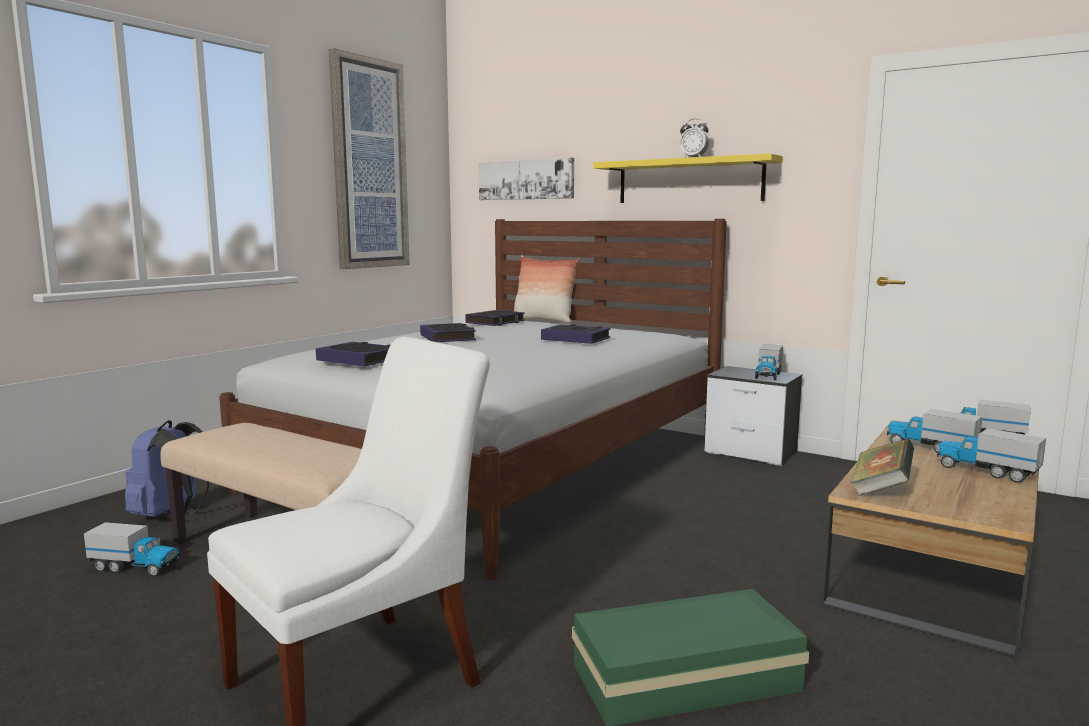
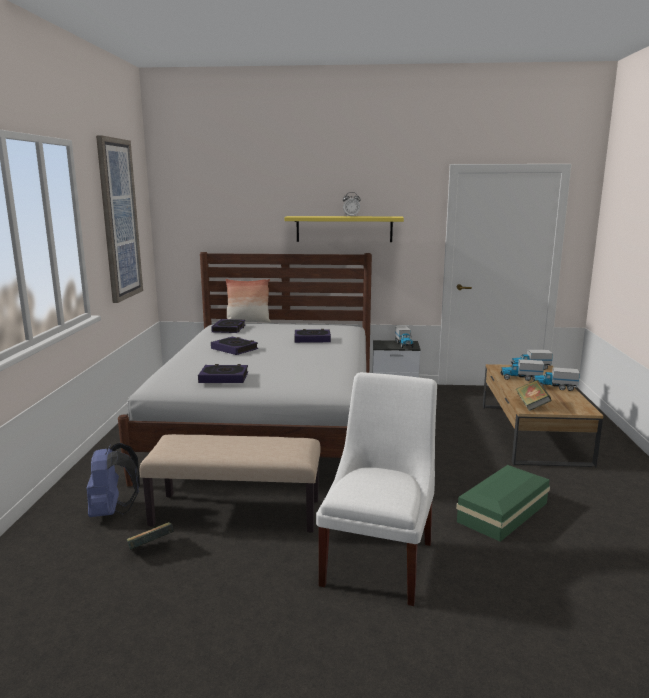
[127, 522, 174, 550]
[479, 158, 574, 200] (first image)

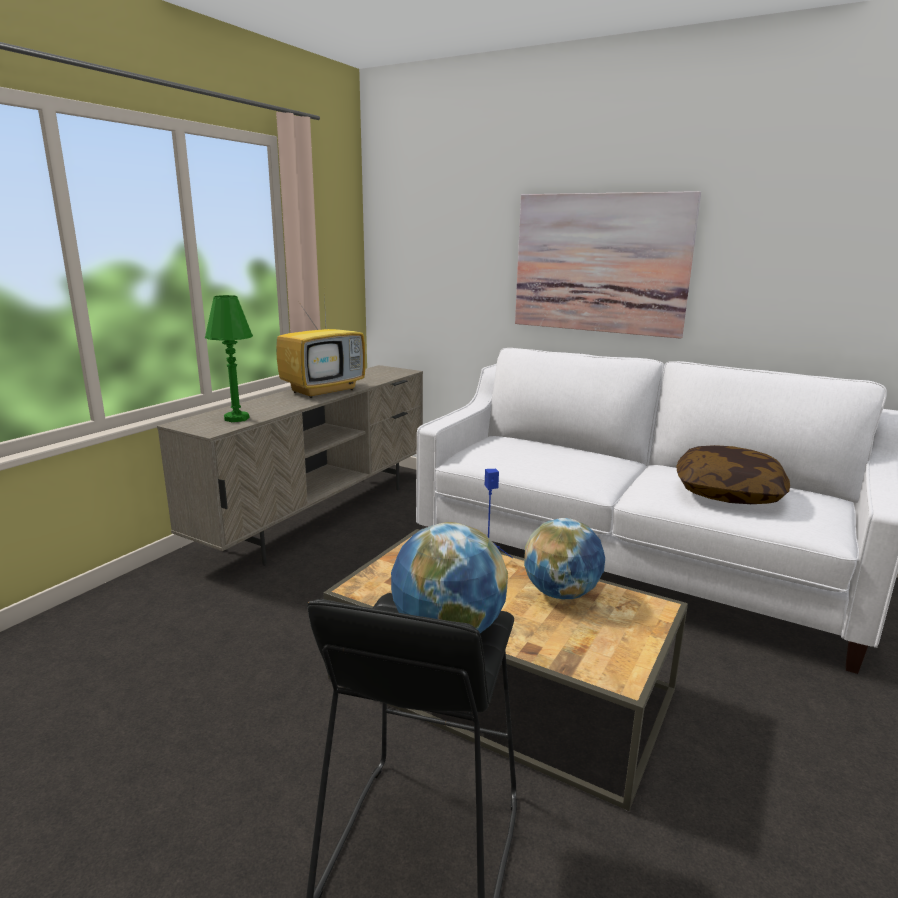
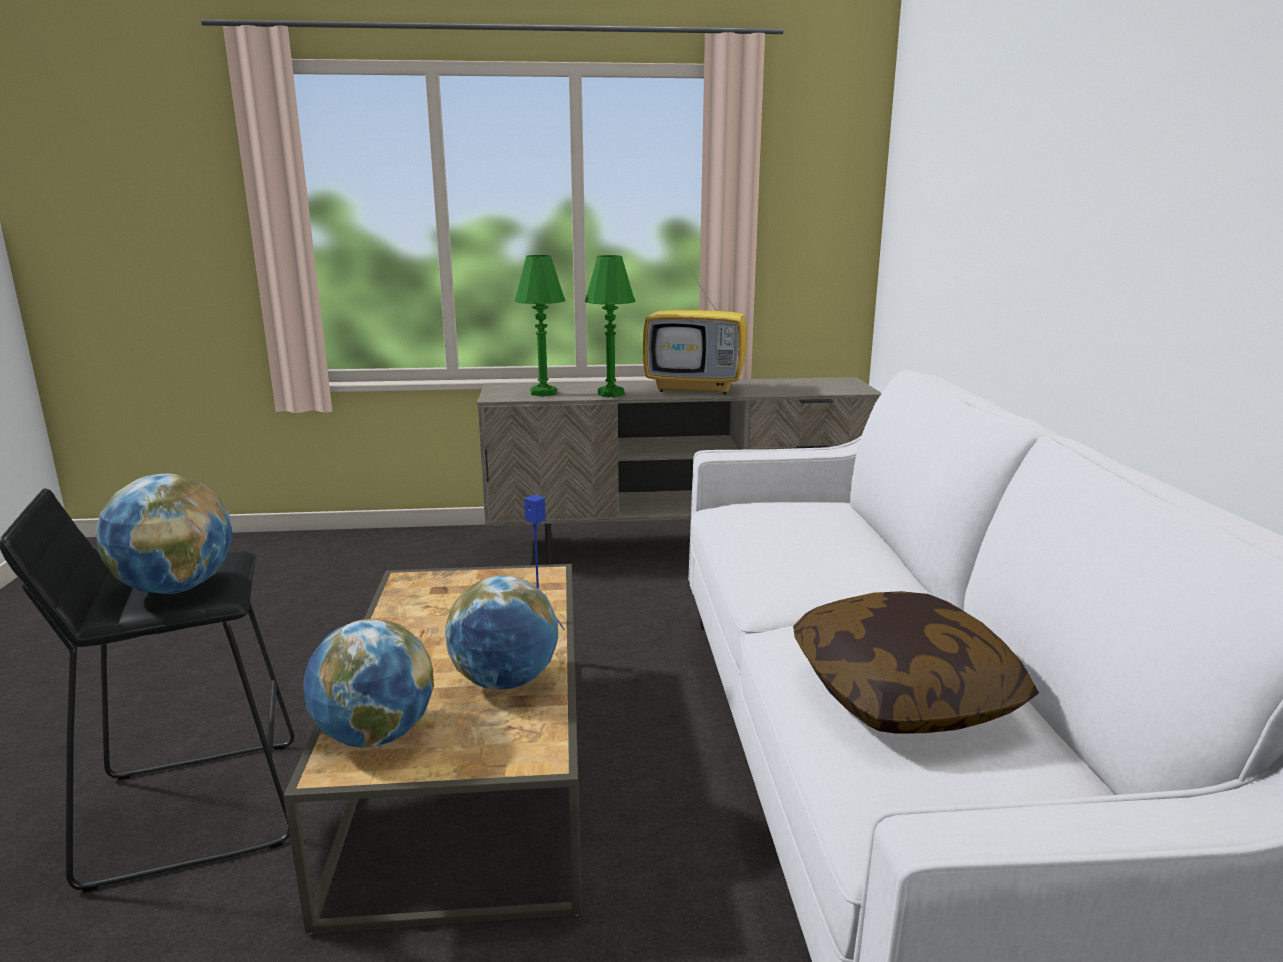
[515, 191, 701, 339] (first image)
[304, 619, 434, 748]
[585, 255, 635, 397]

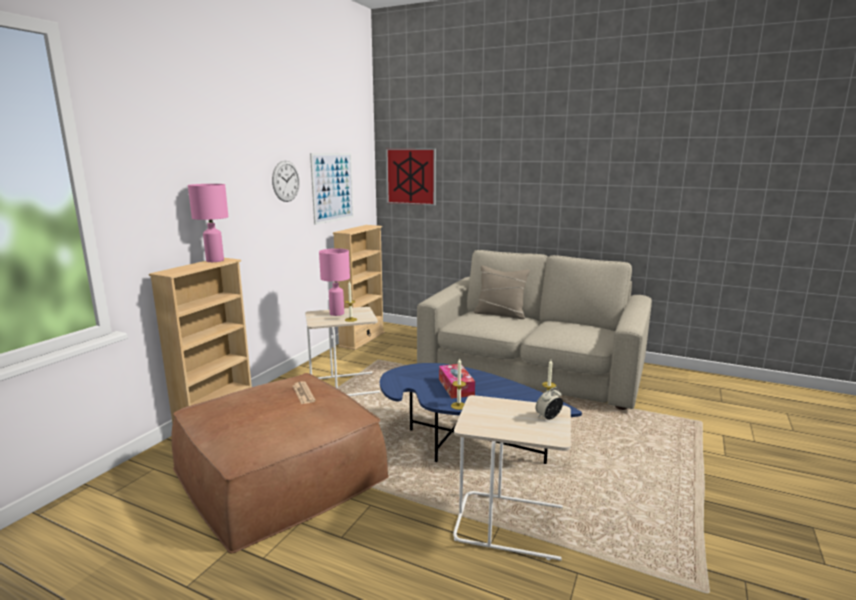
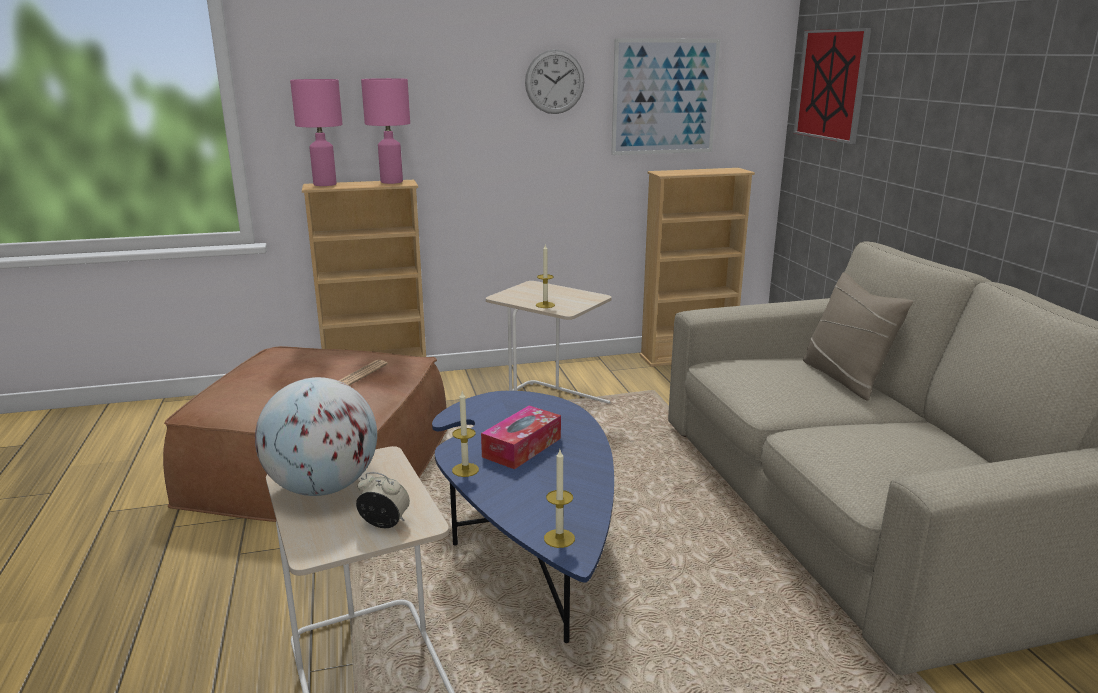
[290, 79, 343, 186]
[255, 377, 377, 496]

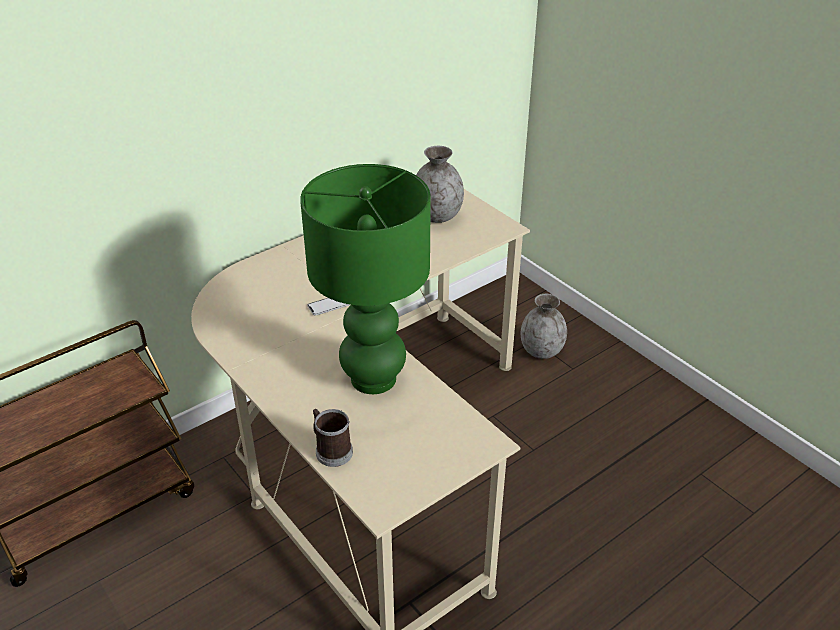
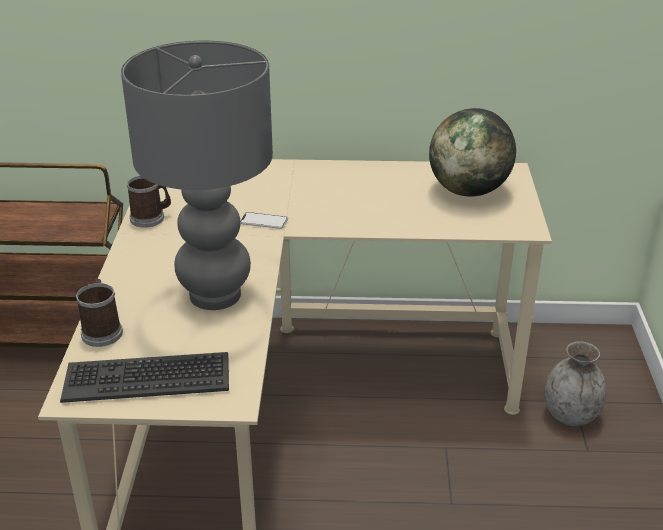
[121, 41, 273, 310]
[429, 108, 516, 197]
[60, 352, 229, 403]
[127, 176, 171, 228]

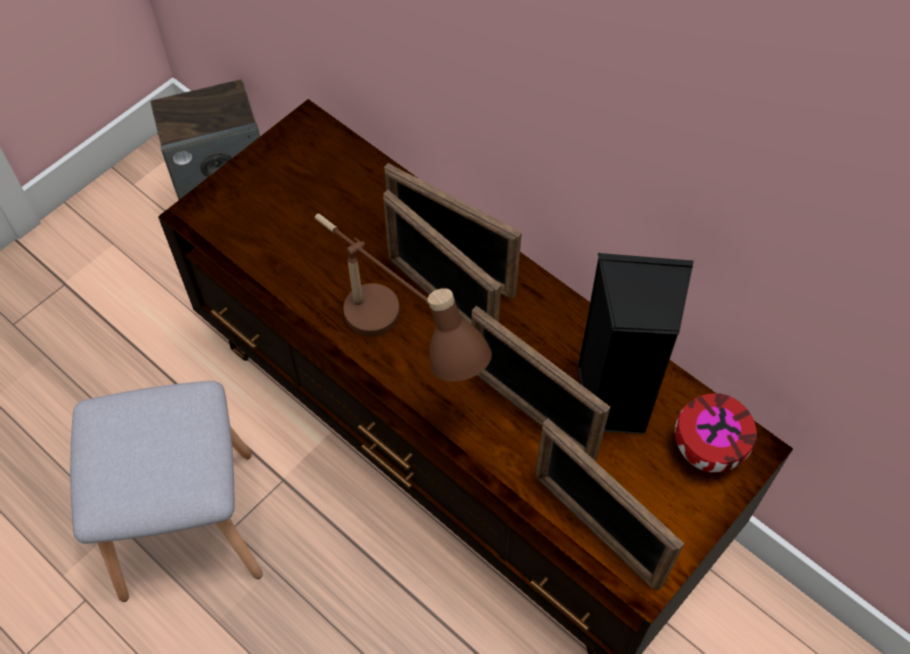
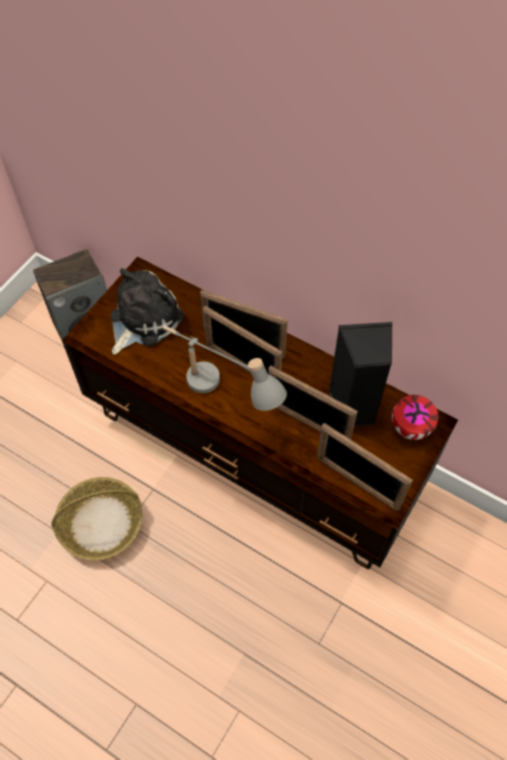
[51, 477, 142, 561]
[162, 325, 287, 411]
[111, 268, 184, 355]

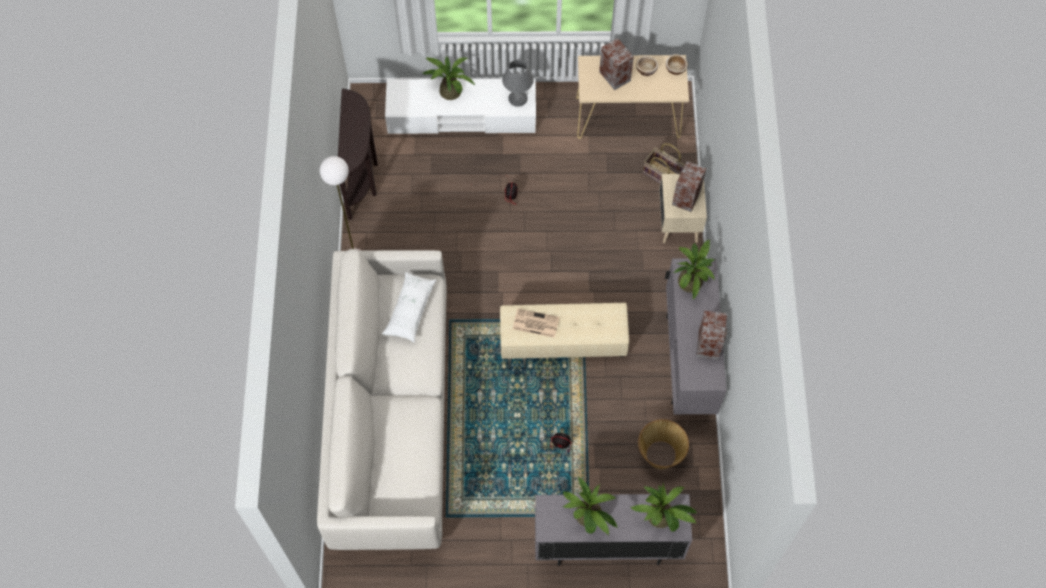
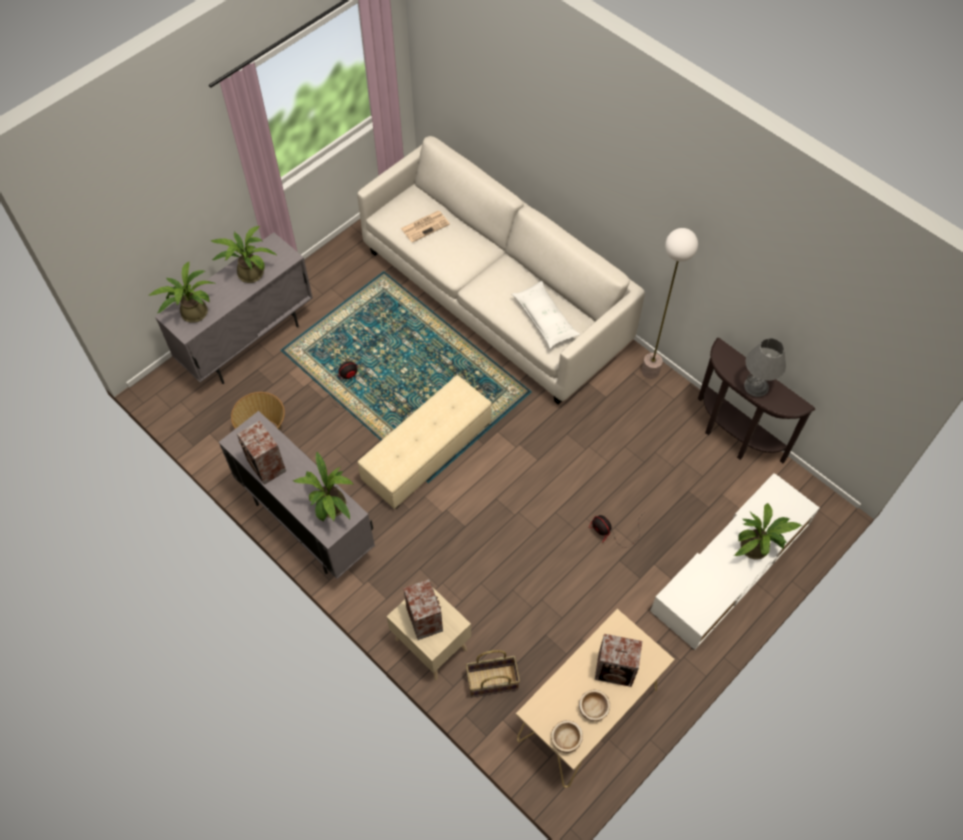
[744, 338, 786, 397]
[401, 211, 450, 243]

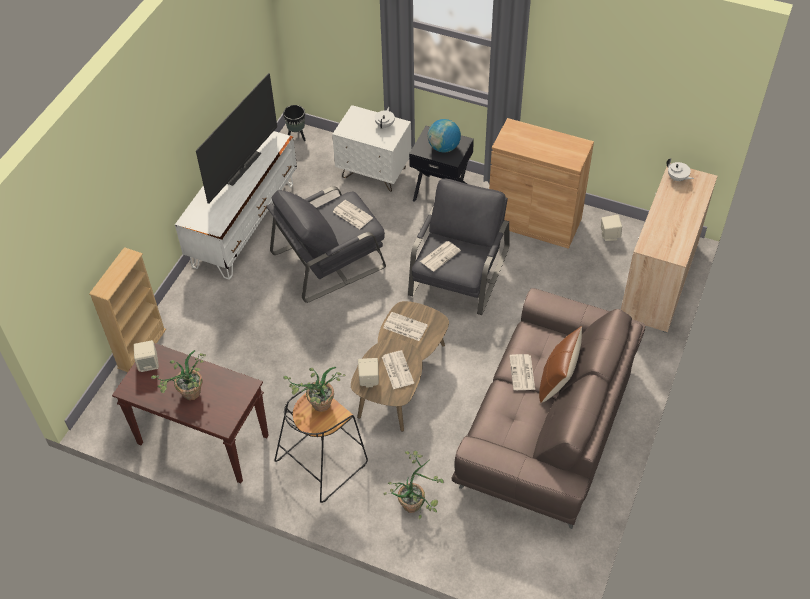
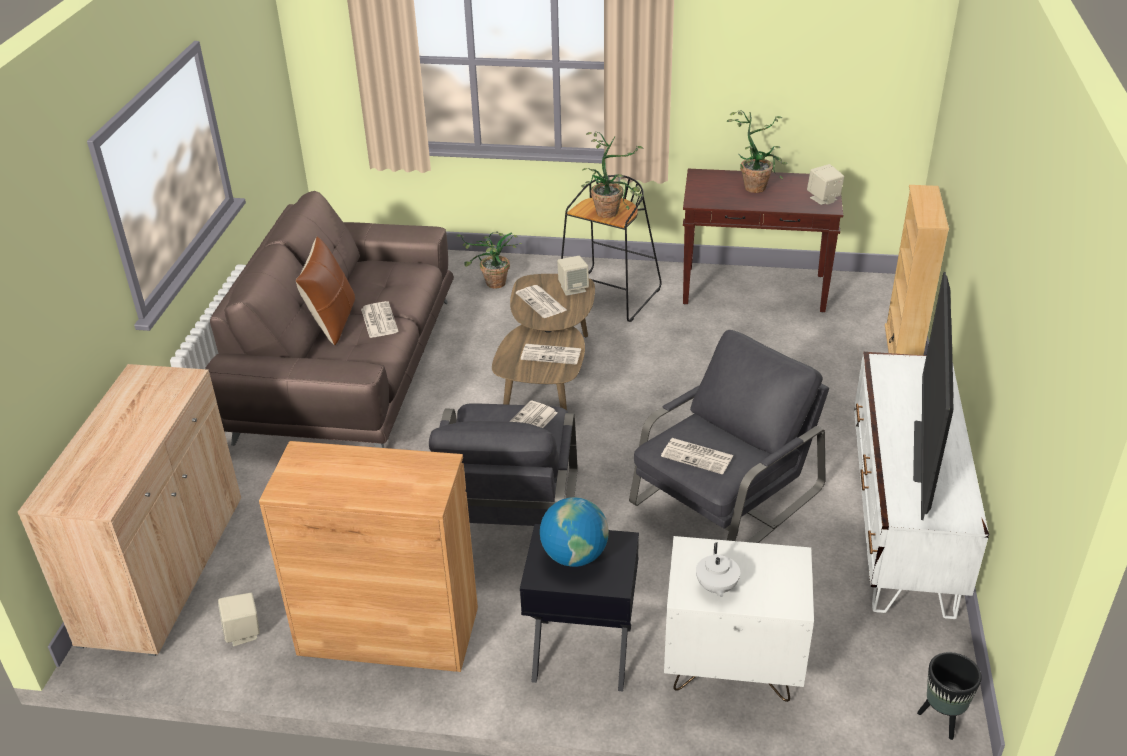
[666, 158, 694, 181] (first image)

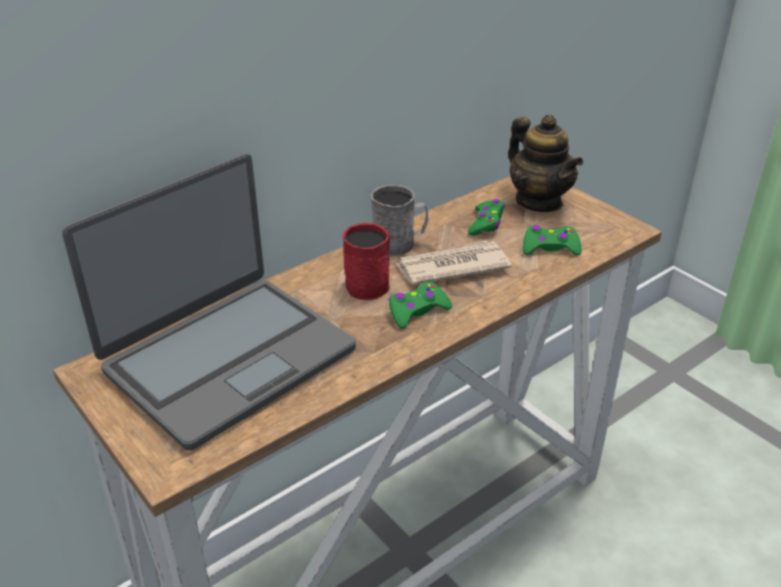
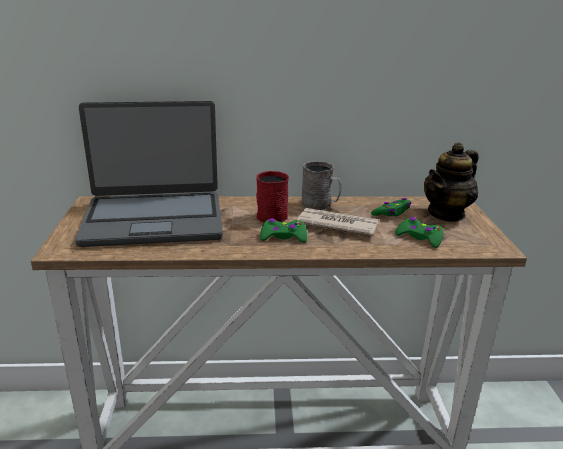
[424, 142, 479, 222]

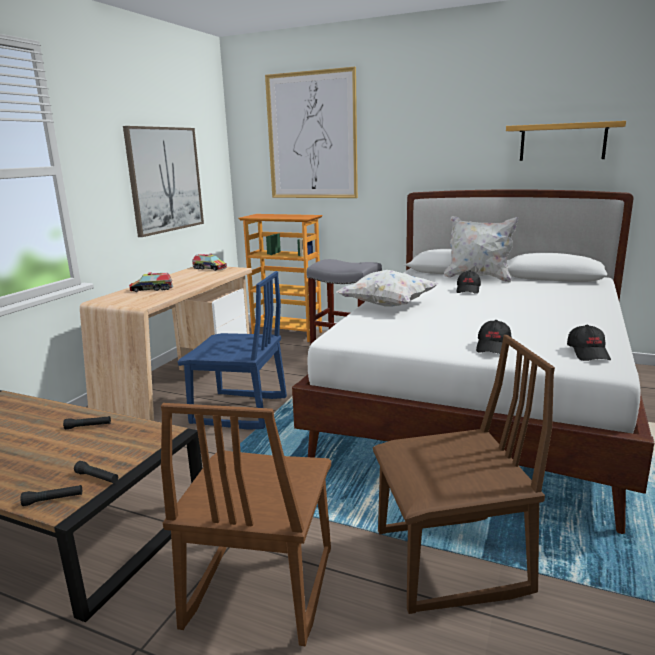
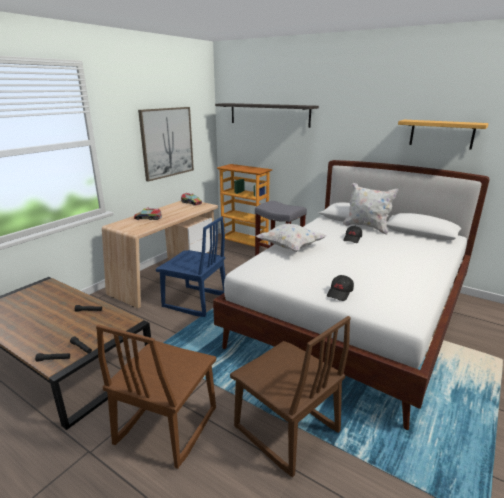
[215, 103, 319, 128]
[230, 316, 351, 478]
[567, 325, 611, 361] (first image)

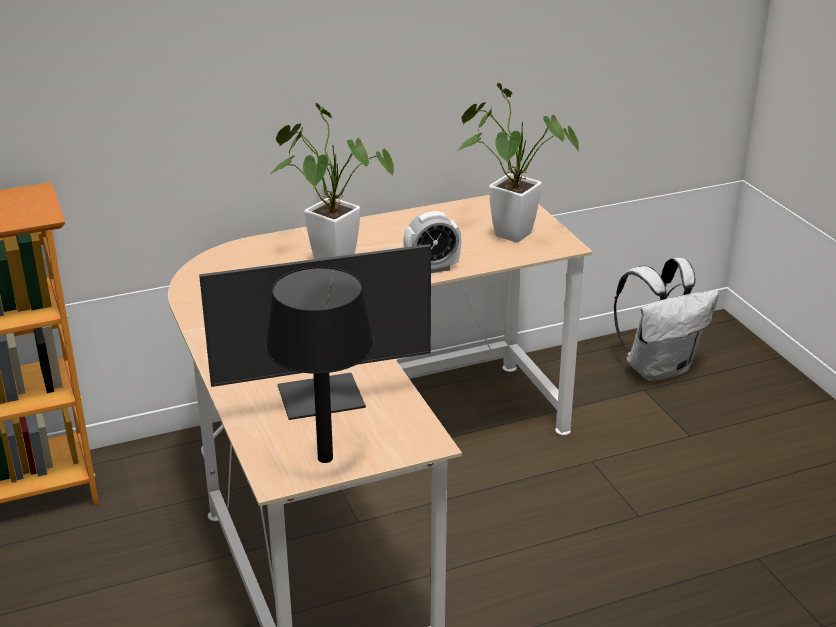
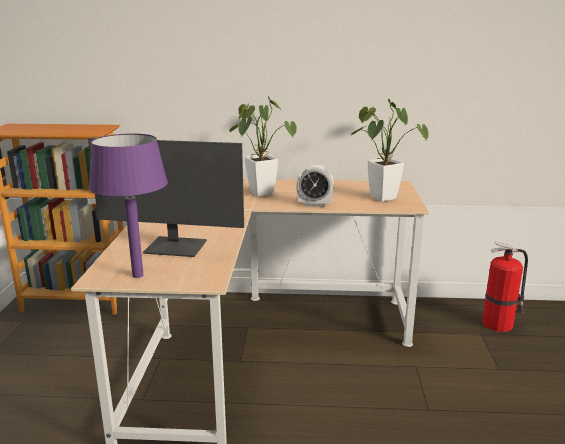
[88, 133, 168, 278]
[482, 242, 528, 332]

